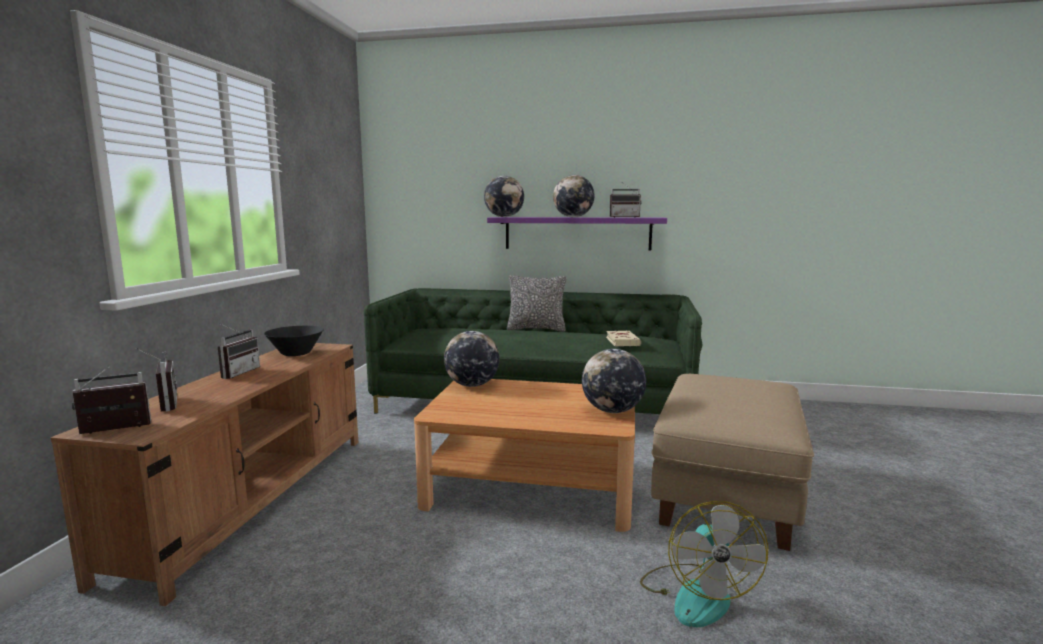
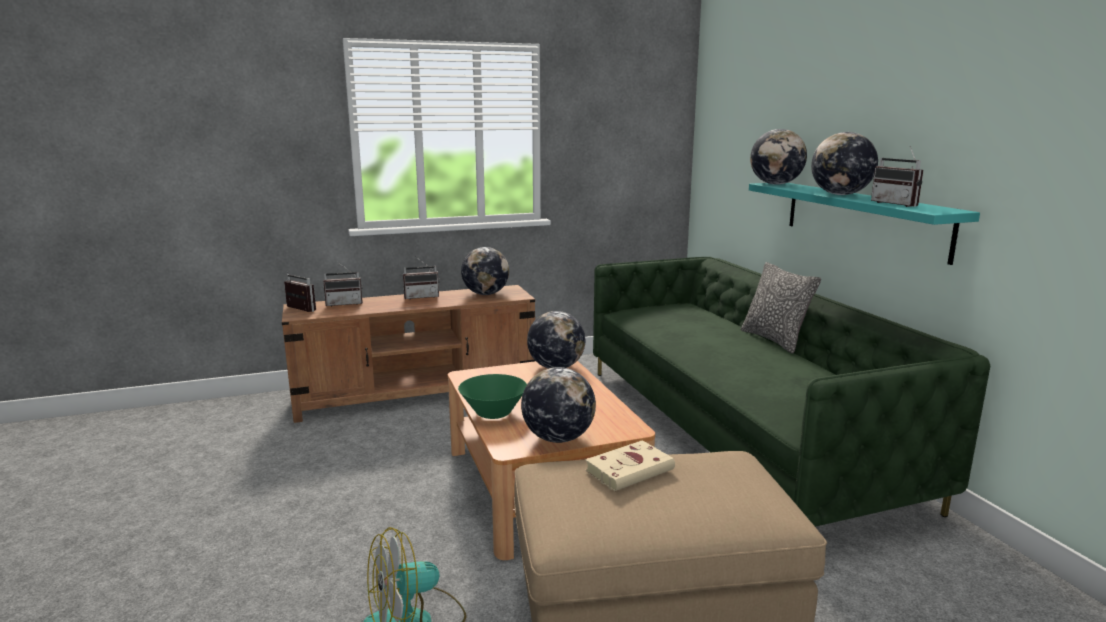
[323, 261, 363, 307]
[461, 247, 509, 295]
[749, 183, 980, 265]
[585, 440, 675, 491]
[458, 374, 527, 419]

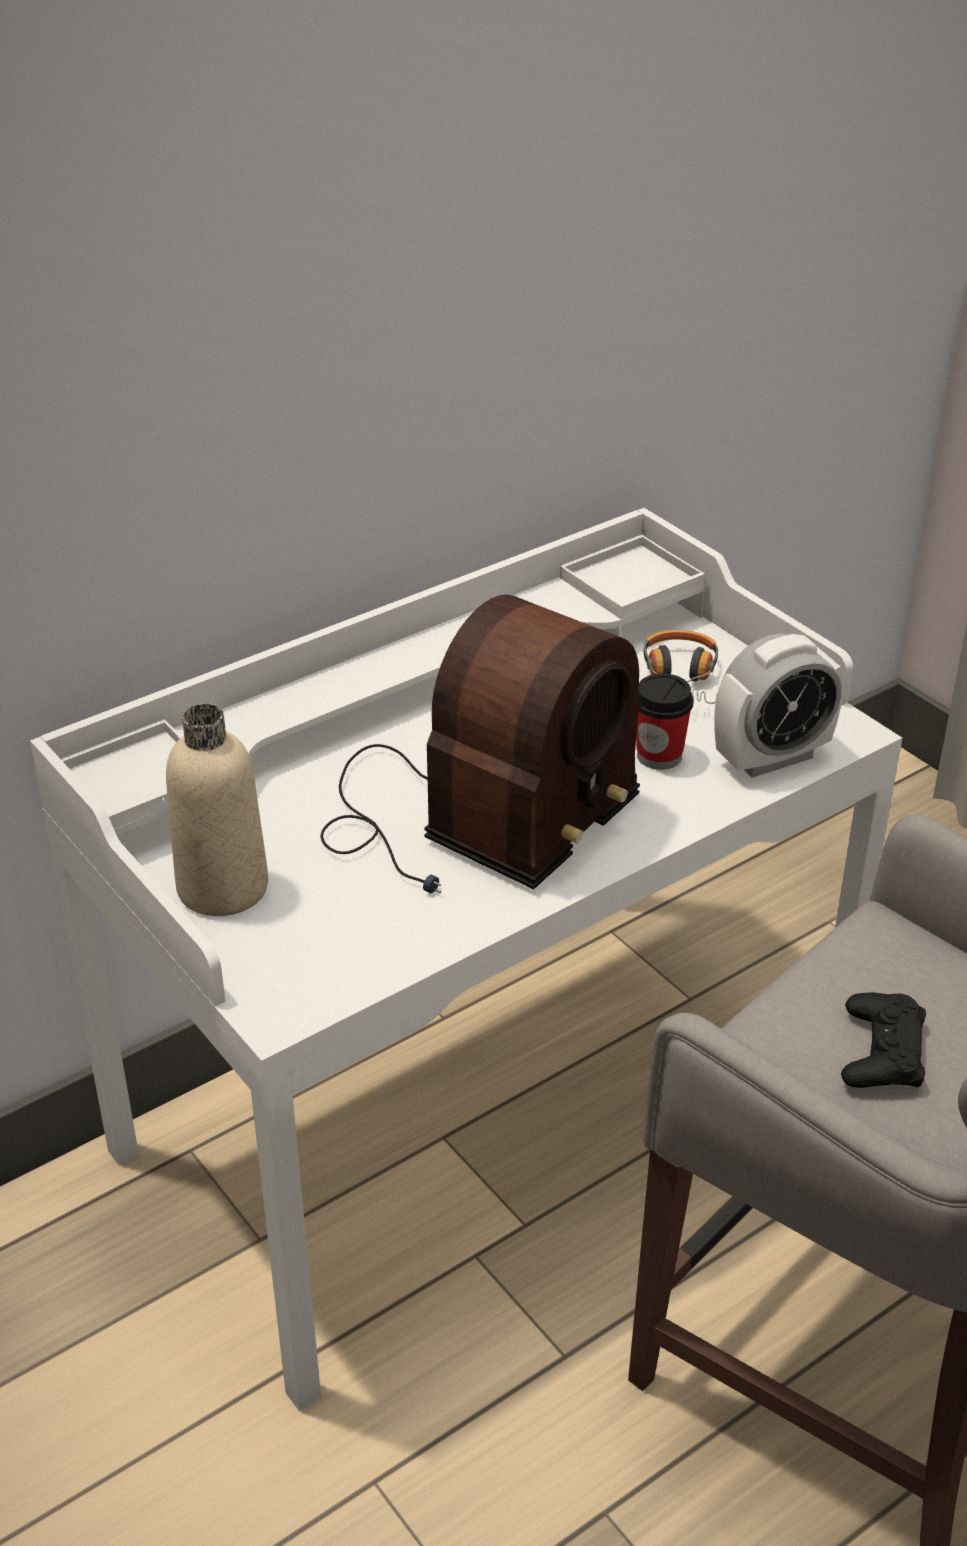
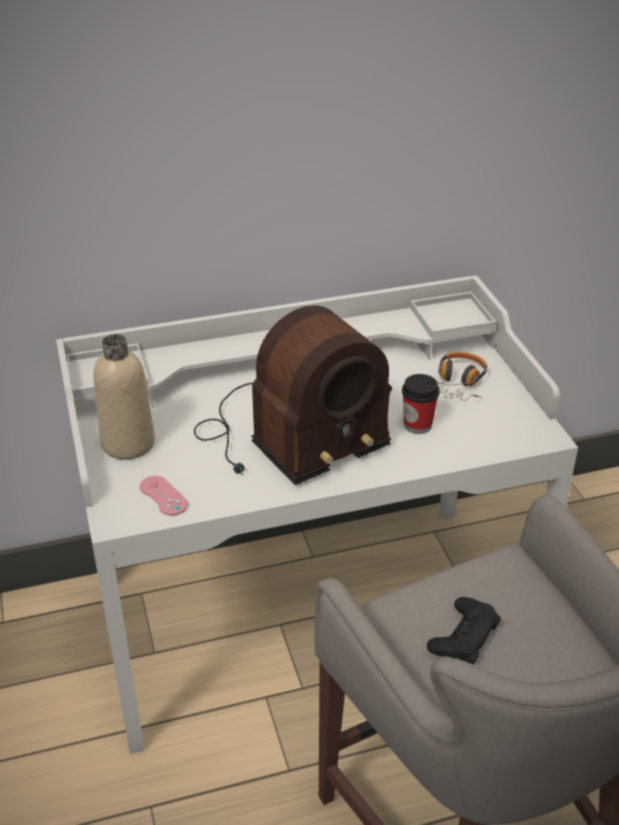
[714, 633, 844, 778] (first image)
[140, 476, 188, 516]

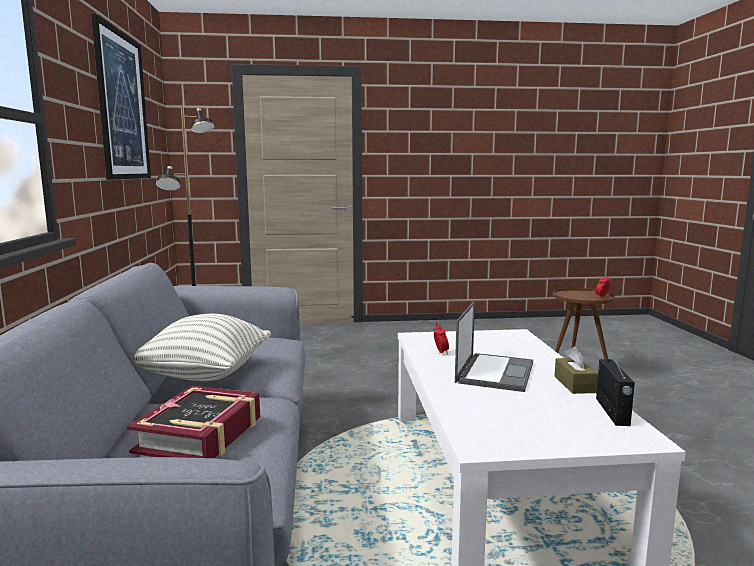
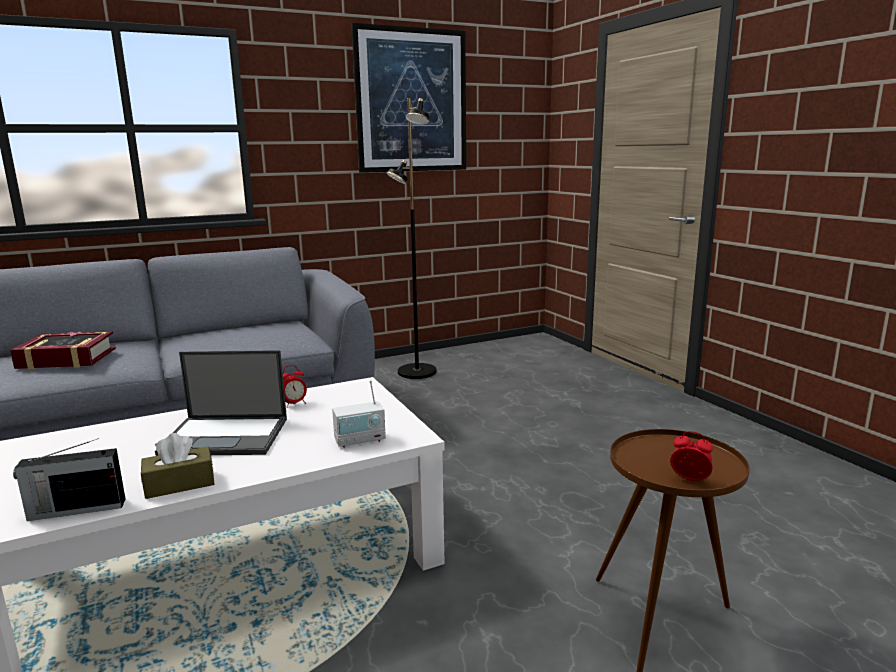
[134, 314, 271, 381] (first image)
[332, 380, 386, 448]

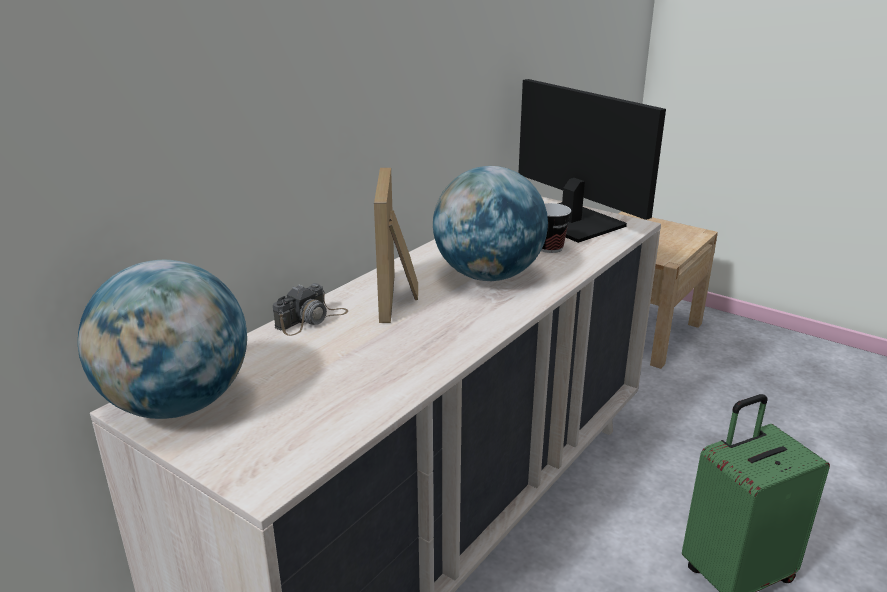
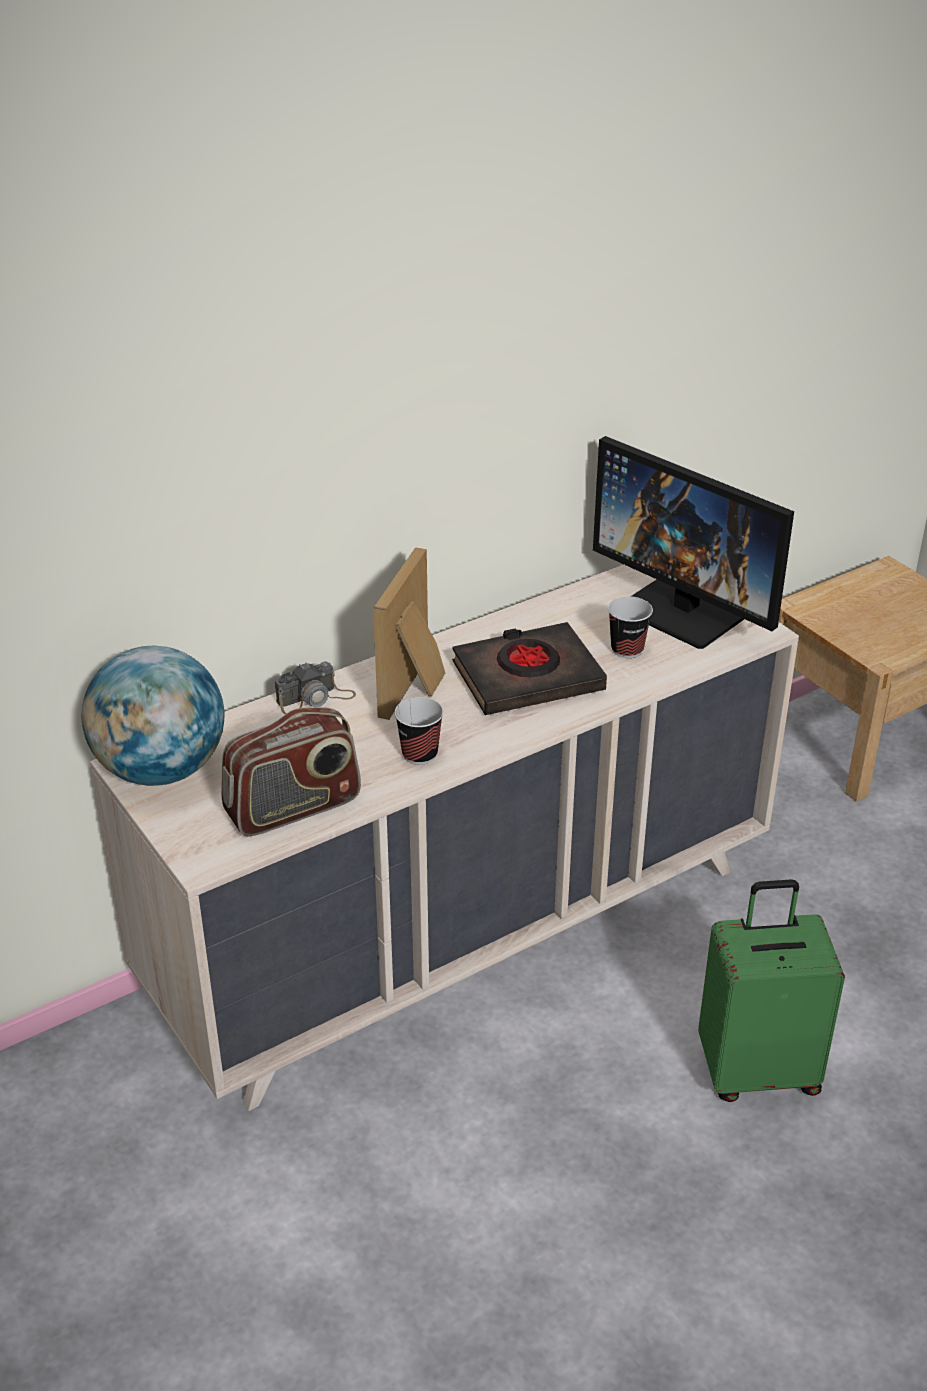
[452, 622, 607, 715]
[593, 436, 794, 649]
[221, 707, 361, 837]
[394, 697, 444, 765]

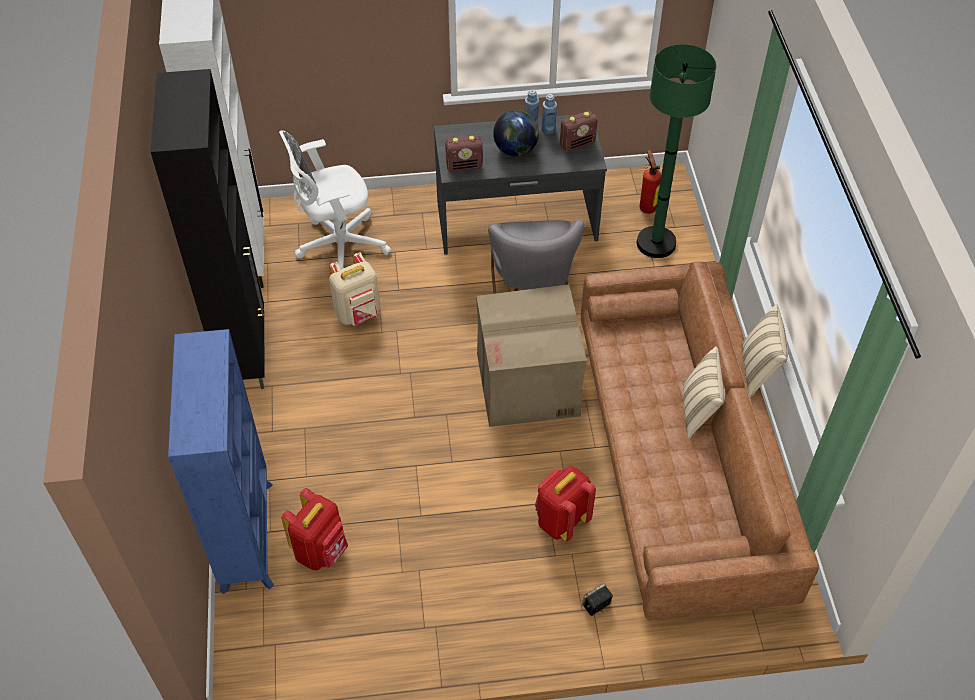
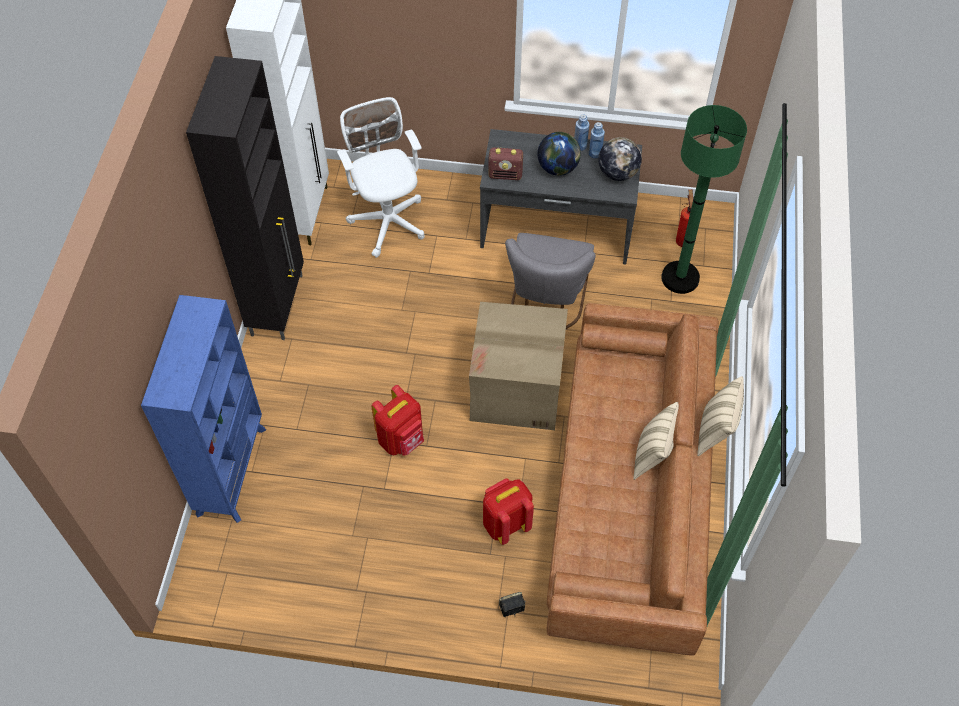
[337, 97, 425, 258]
[371, 385, 424, 456]
[329, 252, 380, 326] (first image)
[598, 137, 642, 181]

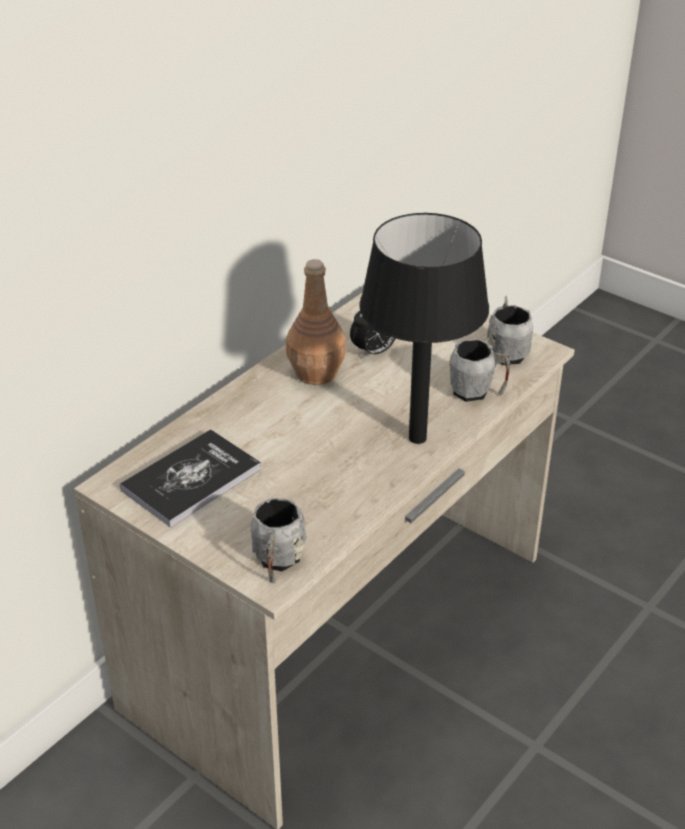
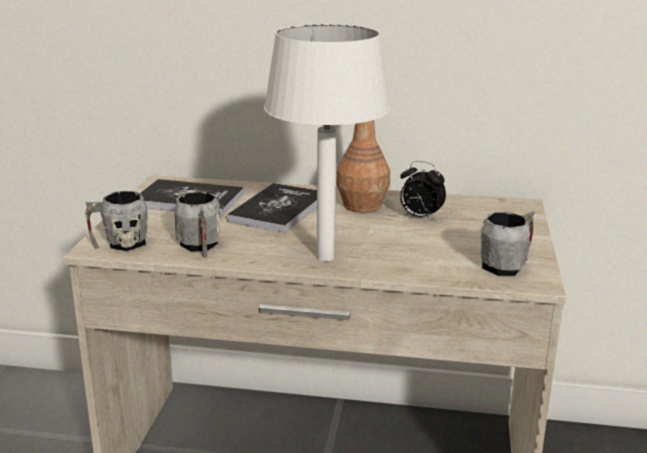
[264, 24, 390, 262]
[174, 191, 222, 257]
[227, 183, 317, 233]

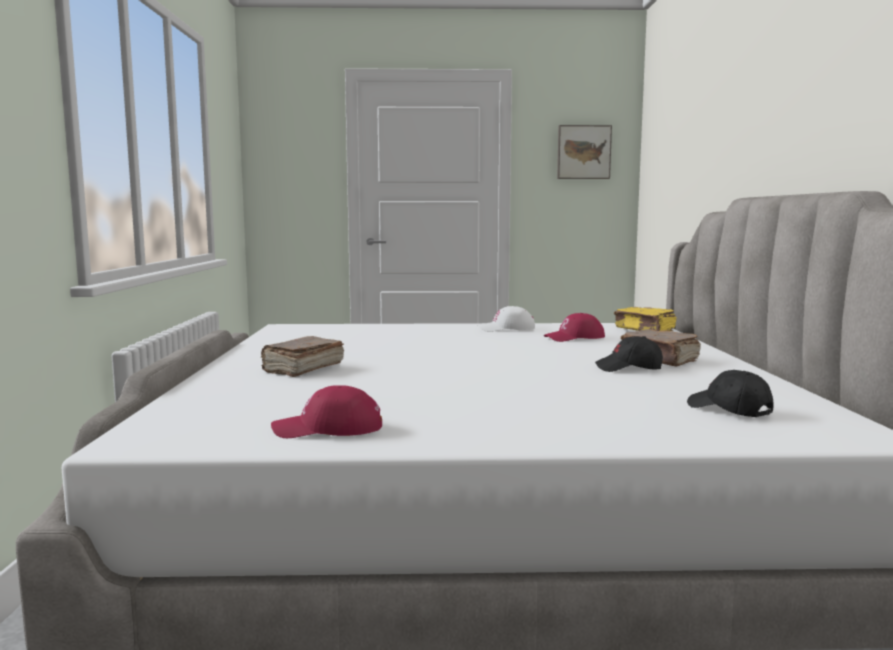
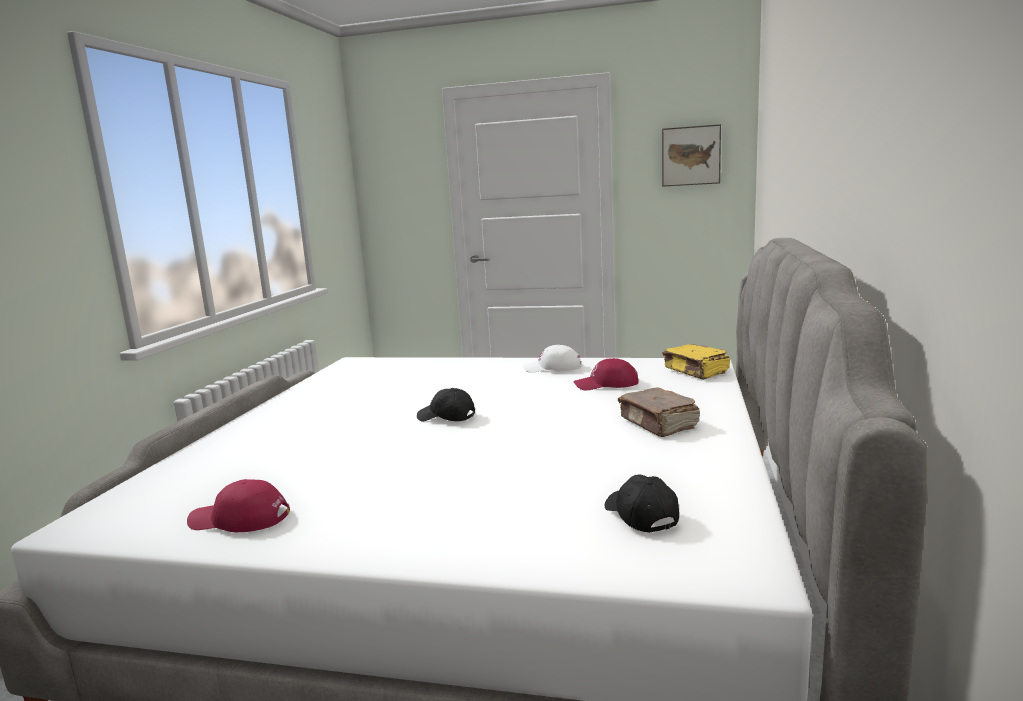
[261, 336, 344, 377] (first image)
[417, 388, 475, 422]

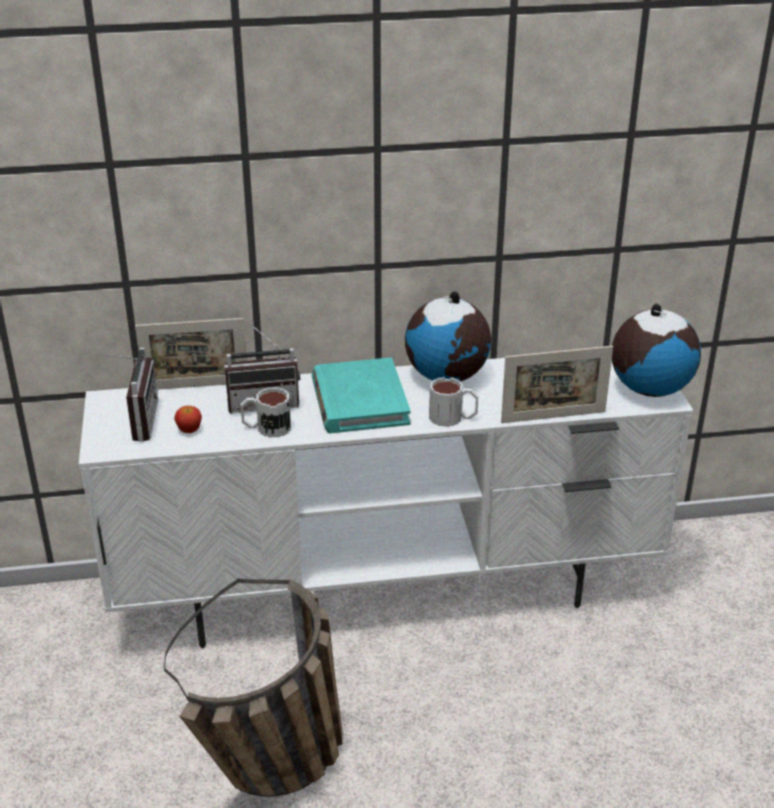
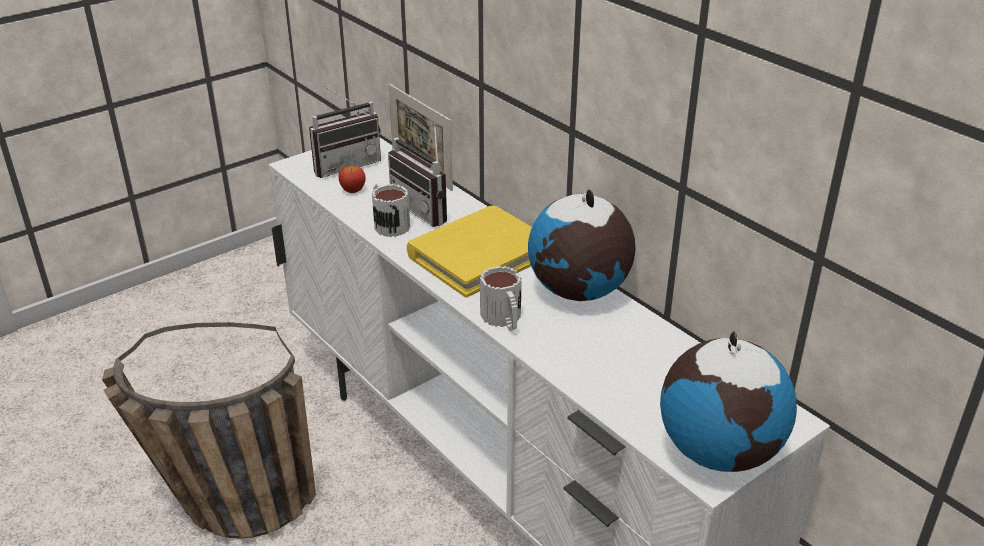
[407, 206, 532, 298]
[501, 346, 613, 423] (first image)

